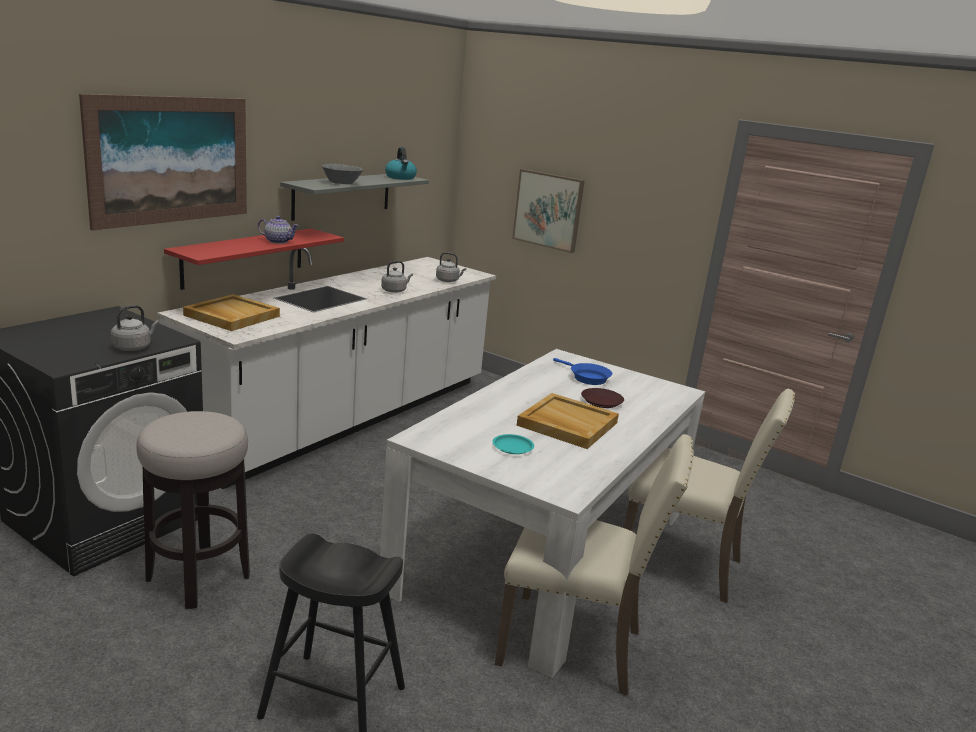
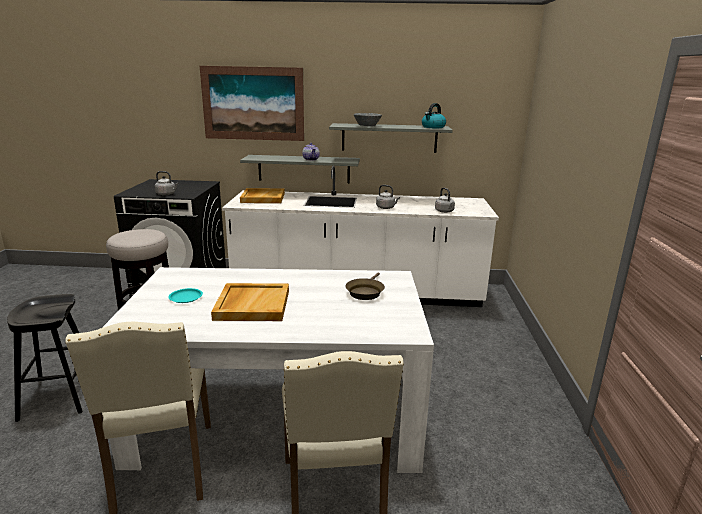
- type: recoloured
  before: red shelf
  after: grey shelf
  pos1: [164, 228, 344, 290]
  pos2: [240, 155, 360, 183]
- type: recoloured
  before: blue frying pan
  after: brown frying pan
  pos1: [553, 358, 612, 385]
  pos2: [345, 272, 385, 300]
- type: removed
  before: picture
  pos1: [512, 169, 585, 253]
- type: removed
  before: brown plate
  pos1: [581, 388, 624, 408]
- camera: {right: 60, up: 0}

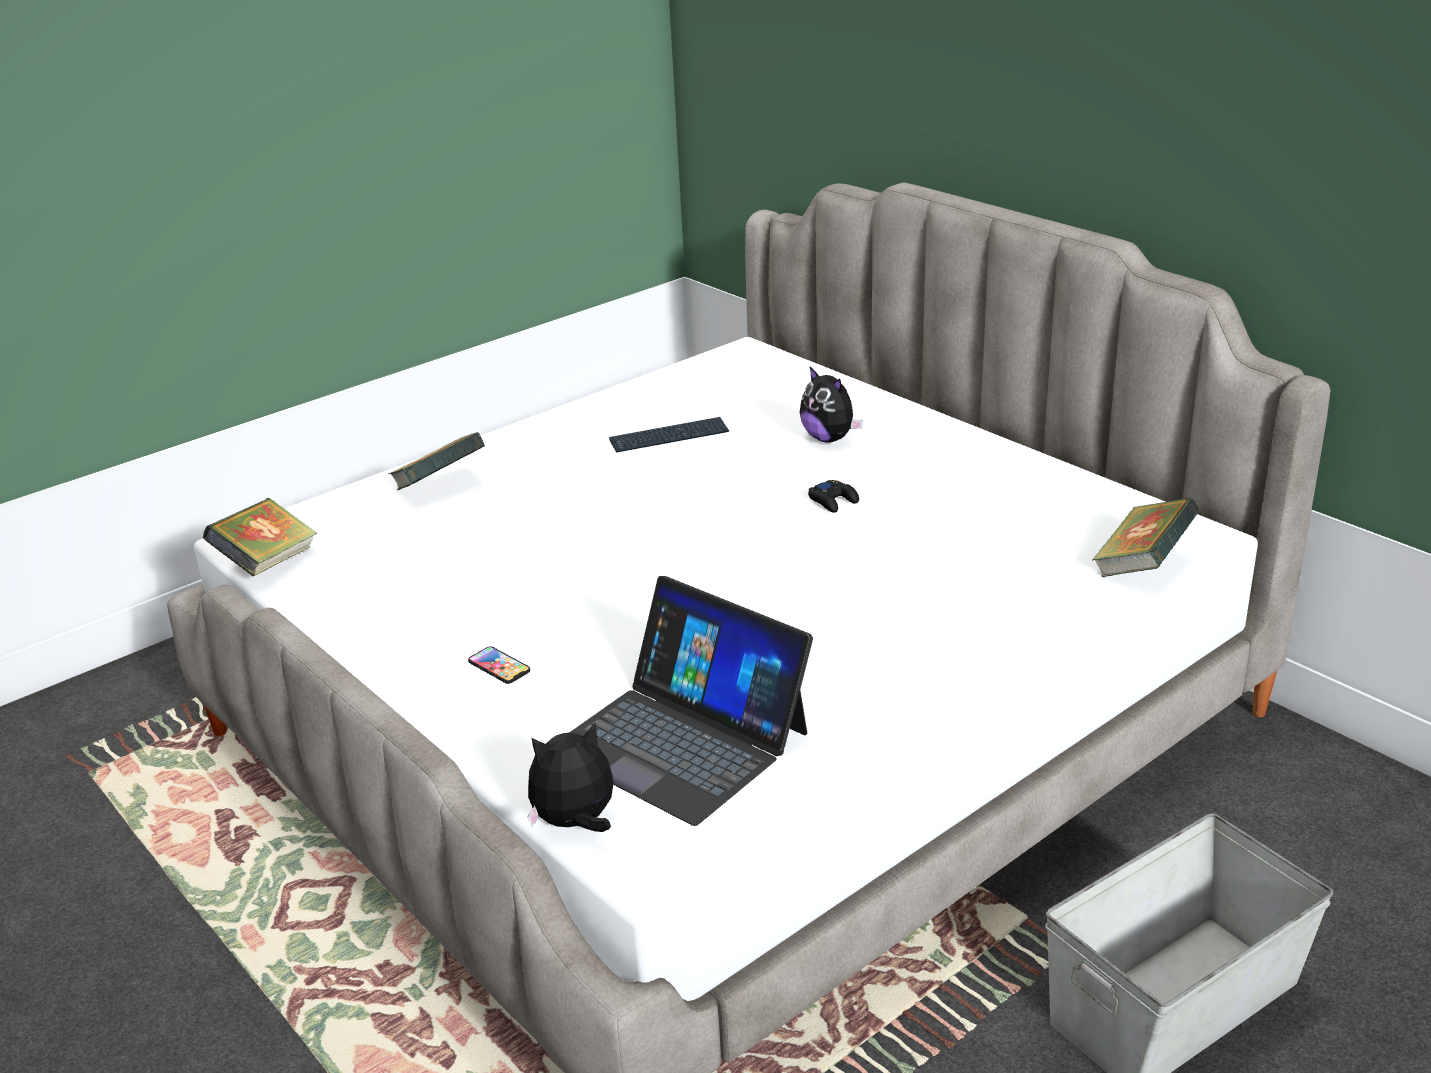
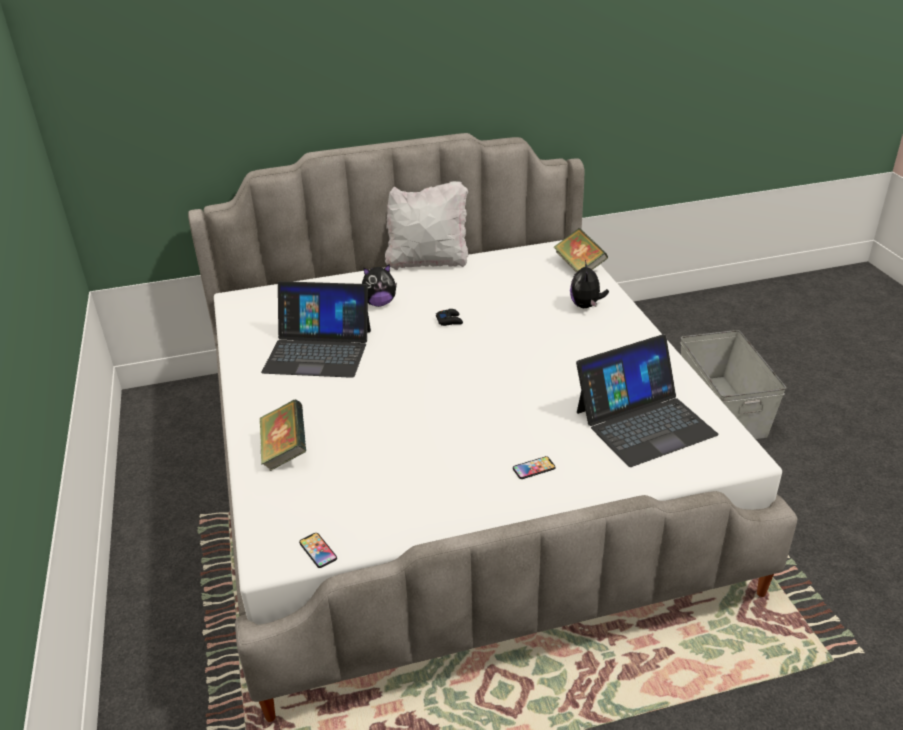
- type: replaced
  before: keyboard
  after: laptop
  pos1: [609, 417, 729, 452]
  pos2: [261, 281, 371, 378]
- type: replaced
  before: book
  after: phone
  pos1: [202, 498, 317, 576]
  pos2: [299, 533, 337, 568]
- type: added
  after: white pillow
  pos2: [385, 181, 468, 270]
- type: moved
  before: plush toy
  pos1: [527, 723, 613, 832]
  pos2: [570, 260, 609, 308]
- camera: {right: -65, up: 5}

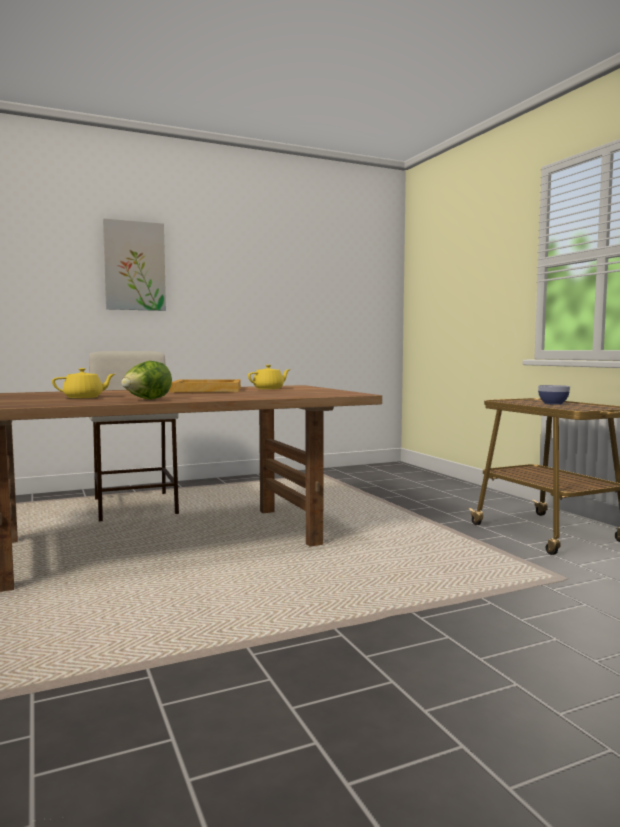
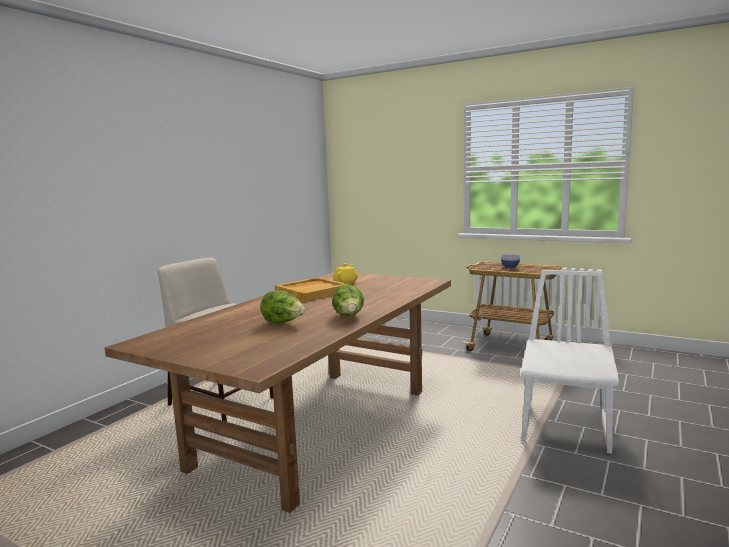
- type: replaced
  before: yellow teapot
  after: lettuce
  pos1: [52, 368, 115, 398]
  pos2: [260, 291, 306, 324]
- type: added
  after: white chair
  pos2: [521, 270, 619, 454]
- type: removed
  before: picture
  pos1: [103, 219, 166, 311]
- camera: {right: -35, up: 5}

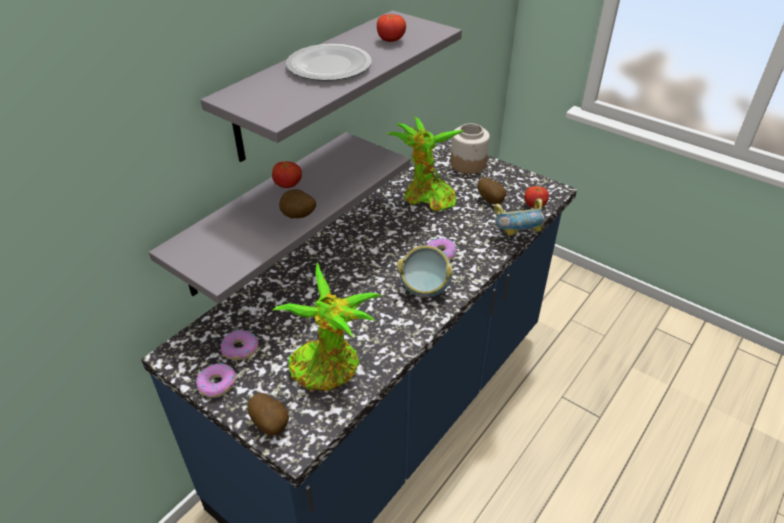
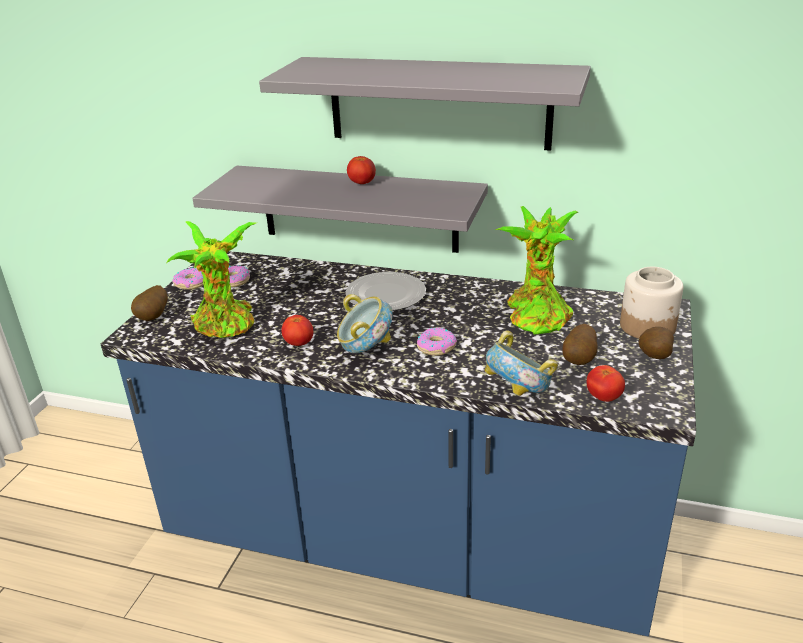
- type: moved
  before: tomato
  pos1: [377, 14, 406, 42]
  pos2: [282, 315, 313, 346]
- type: moved
  before: plate
  pos1: [286, 44, 372, 81]
  pos2: [345, 272, 426, 311]
- type: moved
  before: potato
  pos1: [279, 189, 316, 218]
  pos2: [638, 327, 674, 359]
- camera: {right: 70, up: -10}

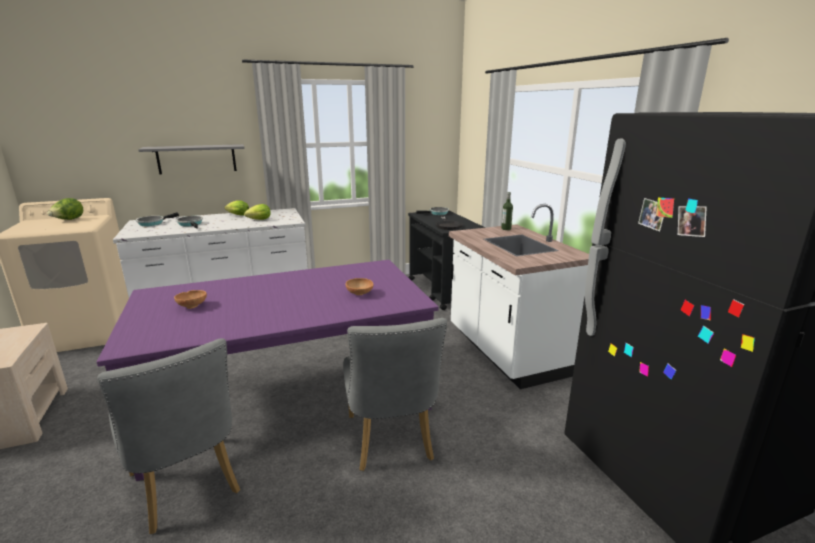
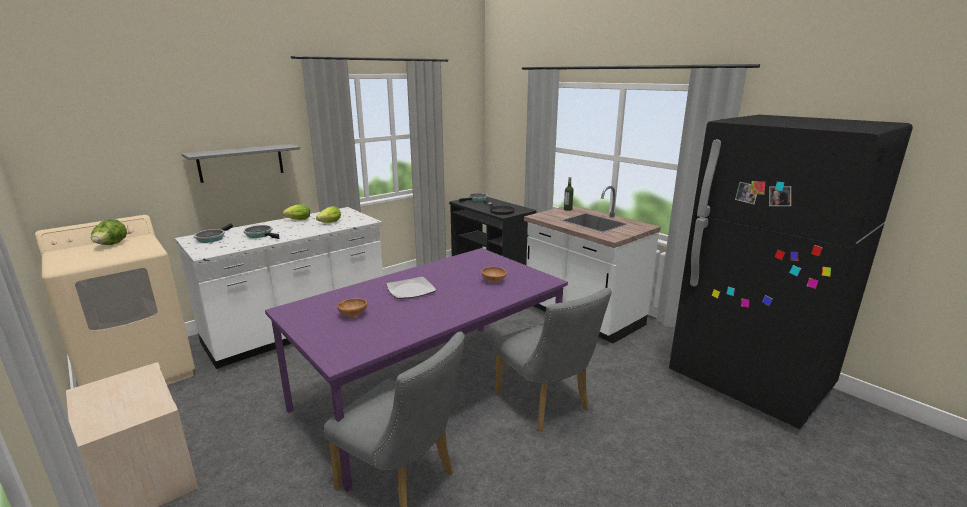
- type: added
  after: plate
  pos2: [386, 277, 436, 299]
- camera: {right: -20, up: 0}

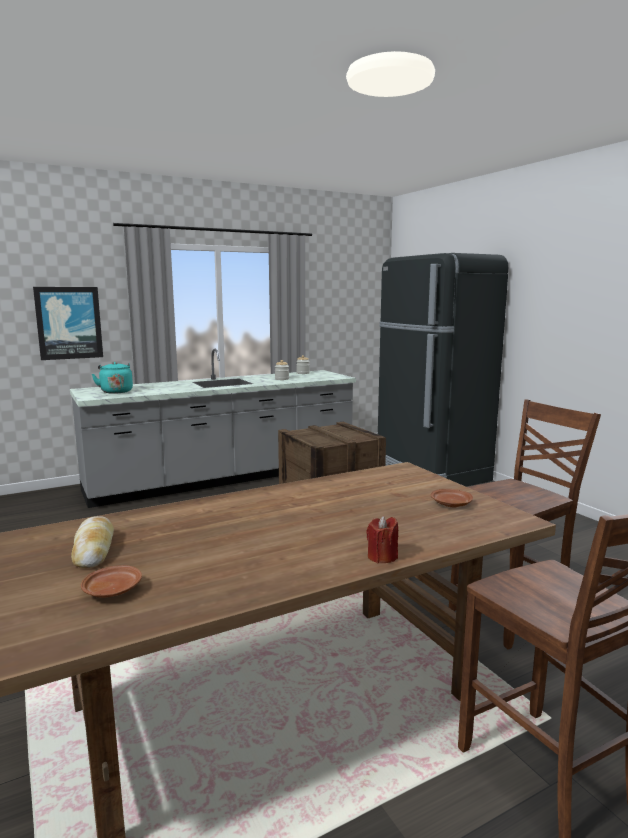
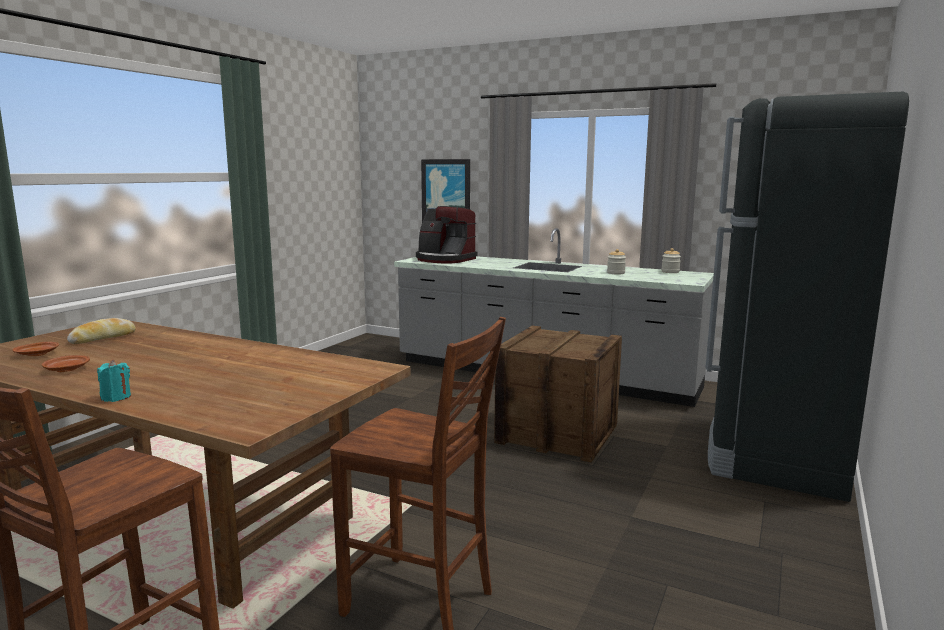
- type: moved
  before: brown plate
  pos1: [431, 489, 473, 507]
  pos2: [42, 355, 90, 372]
- type: recoloured
  before: red candle
  after: turquoise candle
  pos1: [366, 516, 398, 563]
  pos2: [97, 360, 131, 402]
- type: replaced
  before: turquoise kettle
  after: coffee machine
  pos1: [92, 362, 133, 394]
  pos2: [416, 206, 478, 263]
- camera: {right: 55, up: 0}

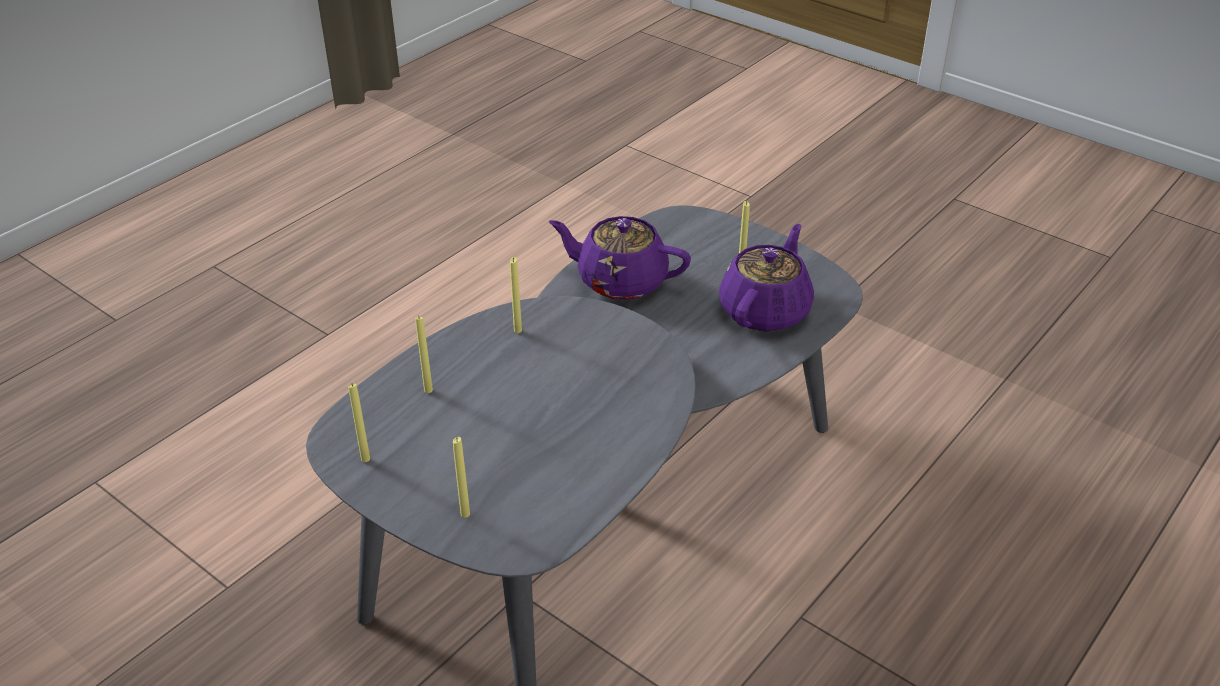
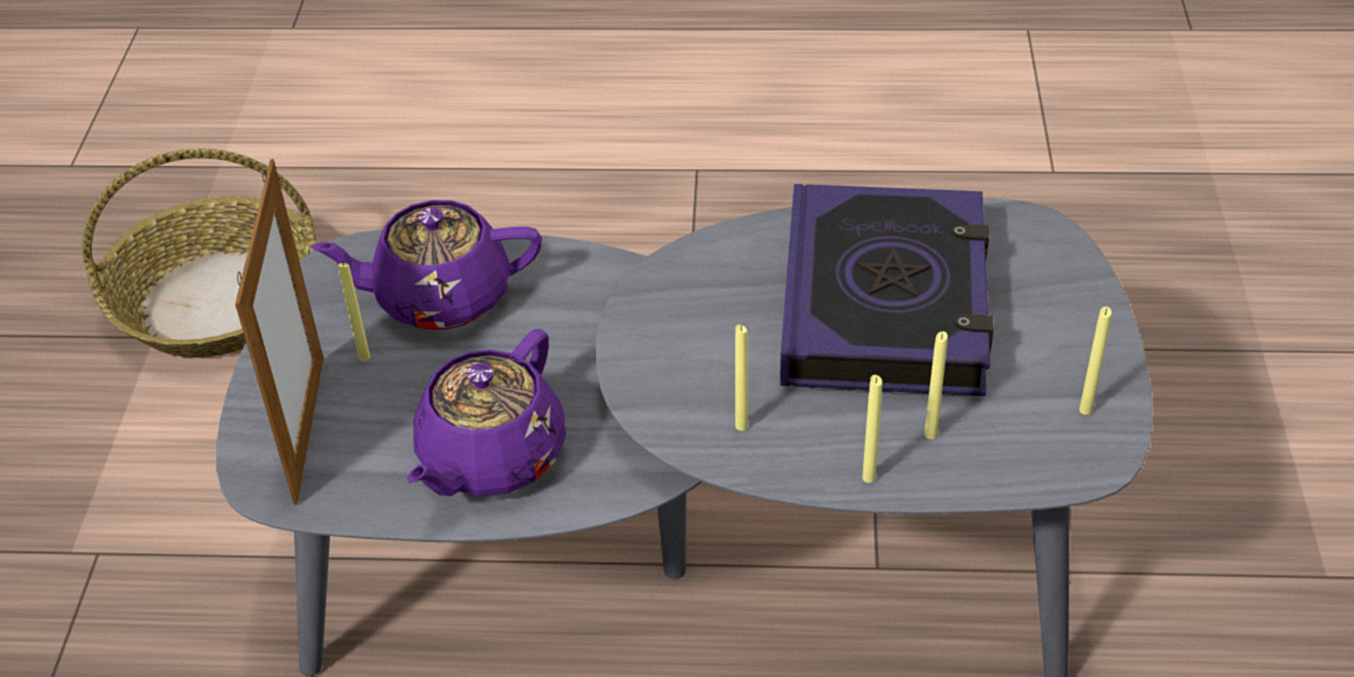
- type: added
  after: basket
  pos2: [82, 149, 317, 358]
- type: added
  after: picture frame
  pos2: [235, 159, 324, 505]
- type: turned
  before: purple teapot
  pos1: [549, 216, 691, 300]
  pos2: [407, 329, 566, 496]
  turn: 45
- type: added
  after: book
  pos2: [780, 184, 994, 396]
- type: moved
  before: yellow candle
  pos1: [453, 437, 470, 518]
  pos2: [862, 375, 882, 483]
- camera: {right: -125, up: 5}

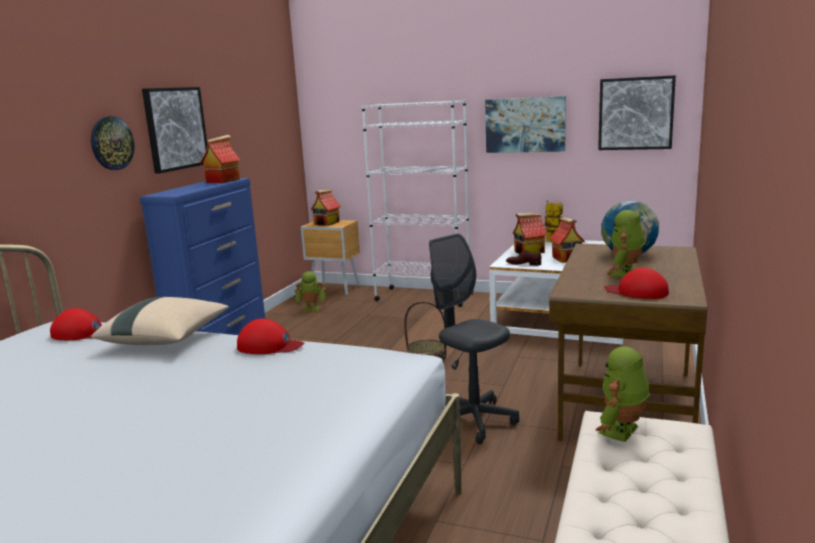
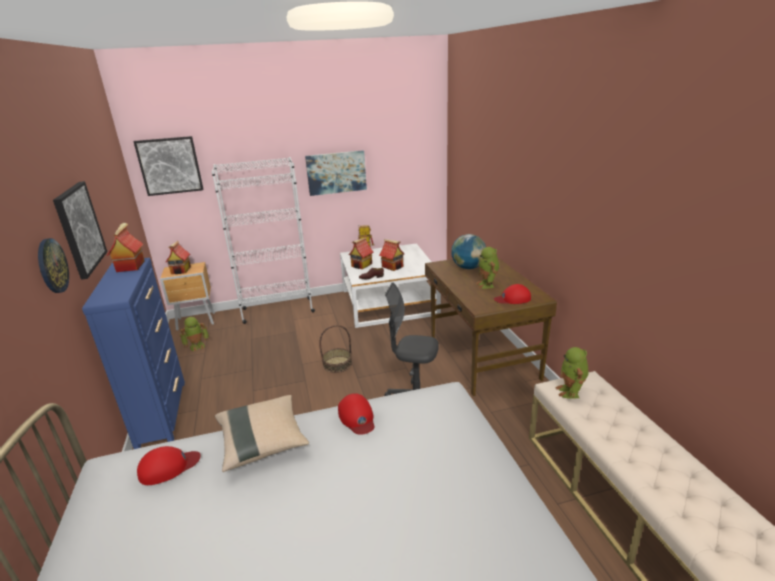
- type: moved
  before: picture
  pos1: [598, 75, 676, 150]
  pos2: [133, 136, 204, 196]
- type: turned
  before: red cap
  pos1: [237, 319, 304, 354]
  pos2: [338, 393, 374, 435]
  turn: 90
- camera: {right: -35, up: 10}

